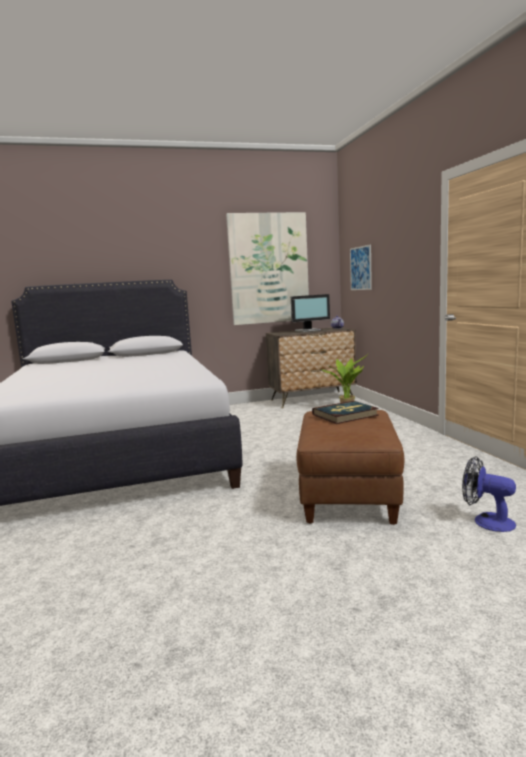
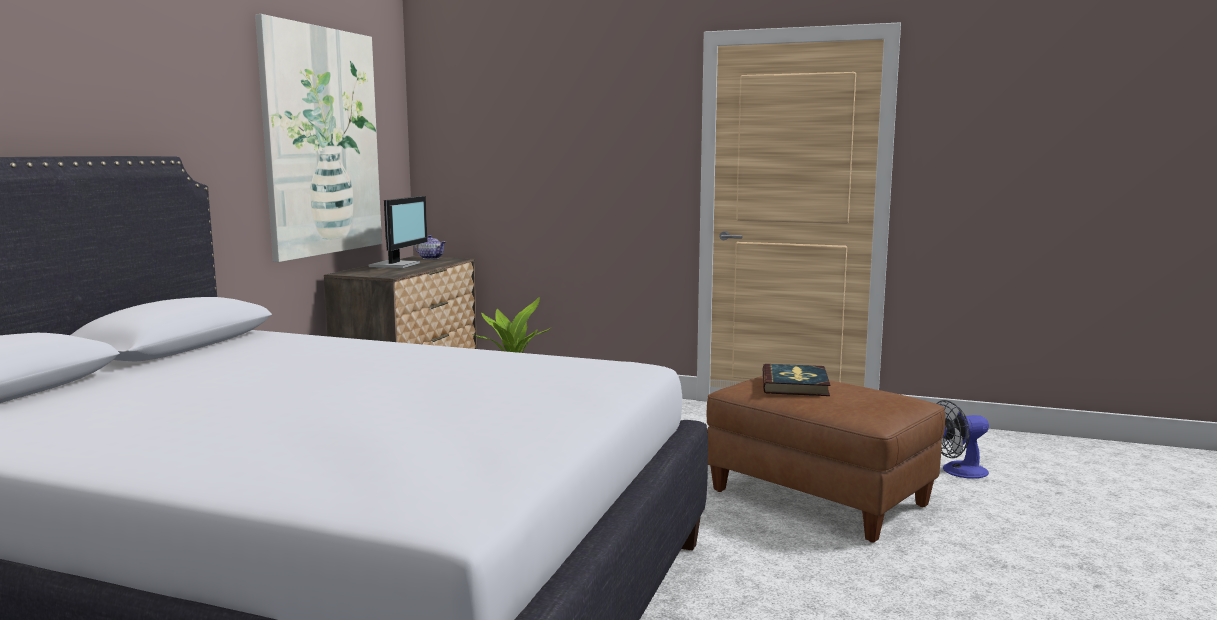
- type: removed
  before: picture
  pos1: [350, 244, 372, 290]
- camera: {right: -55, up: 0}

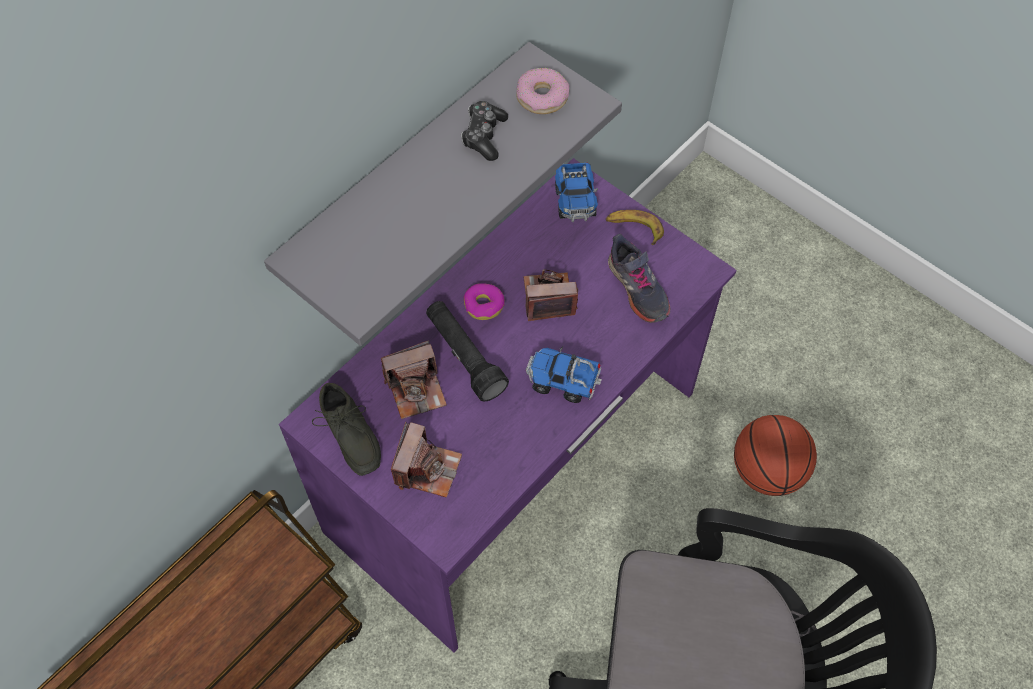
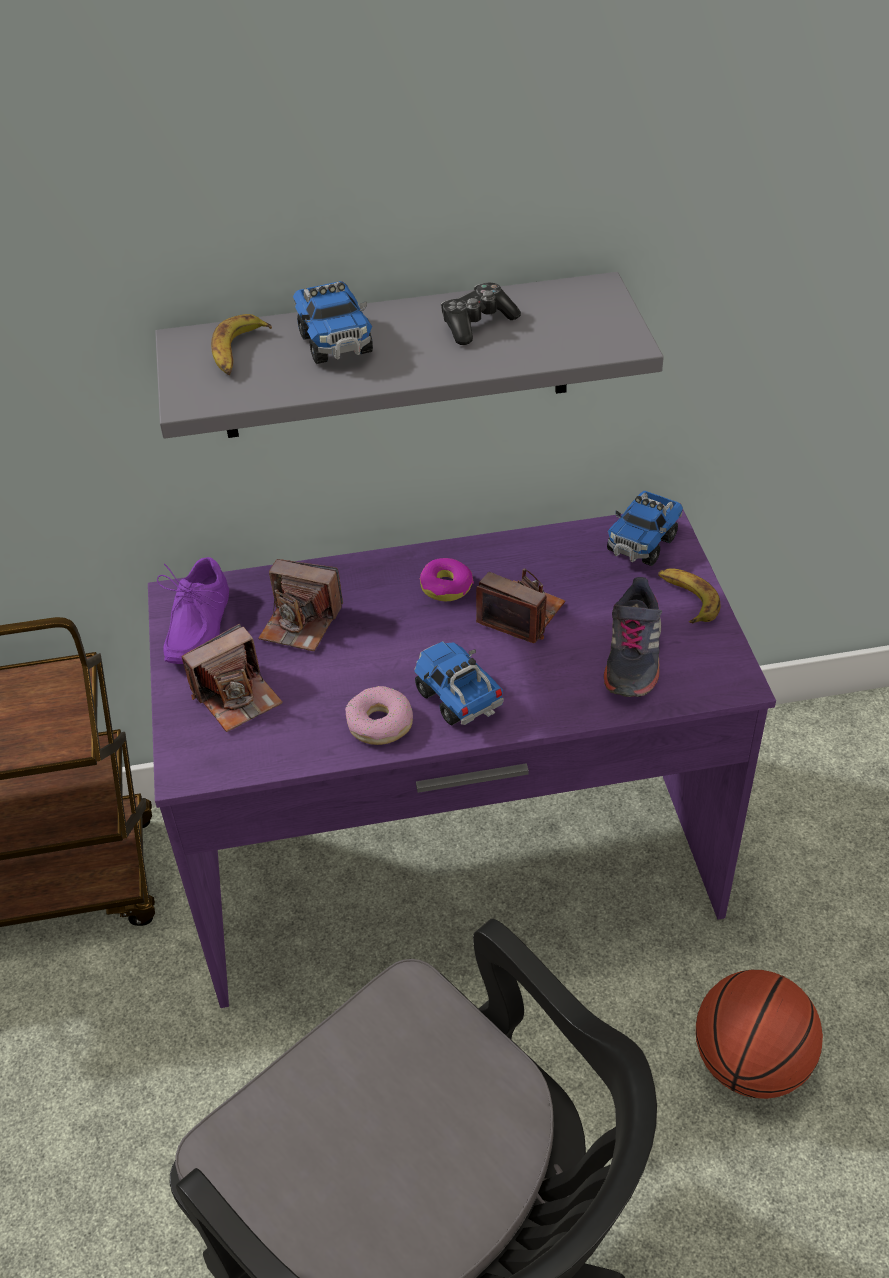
- type: recoloured
  before: grey shoe
  after: purple shoe
  pos1: [312, 383, 381, 476]
  pos2: [157, 557, 229, 664]
- type: added
  after: banana
  pos2: [211, 314, 272, 375]
- type: added
  after: toy truck
  pos2: [293, 281, 373, 364]
- type: moved
  before: donut
  pos1: [516, 68, 569, 114]
  pos2: [345, 686, 413, 745]
- type: removed
  before: black flashlight
  pos1: [426, 301, 509, 401]
- camera: {right: 40, up: -15}

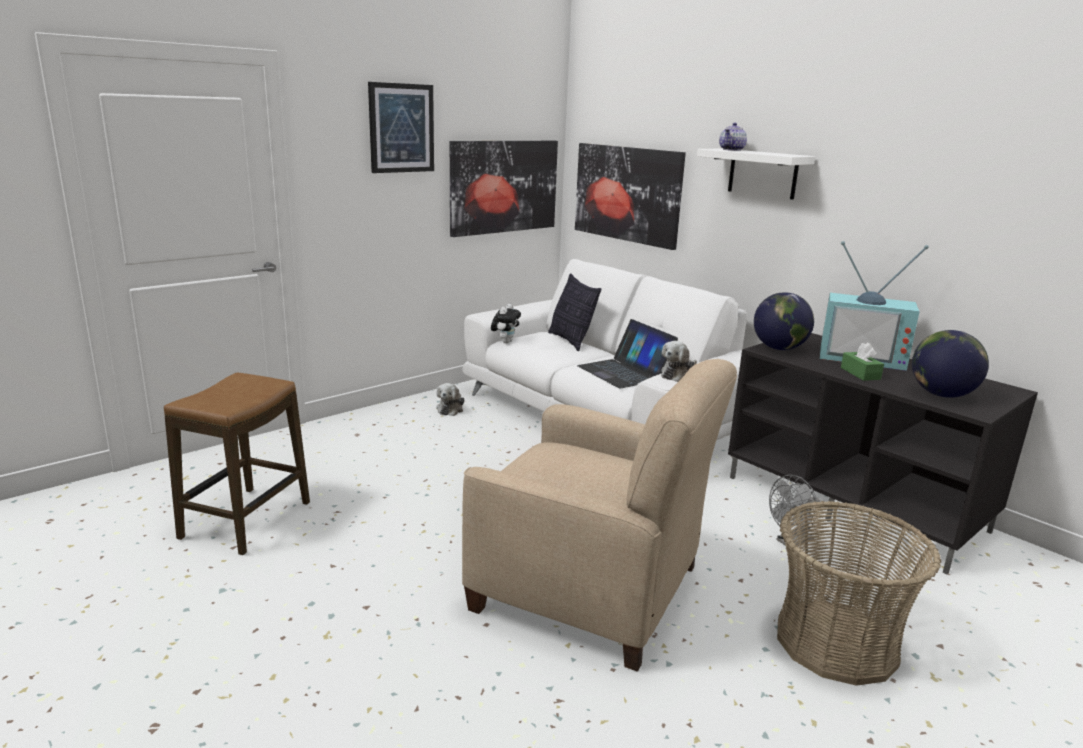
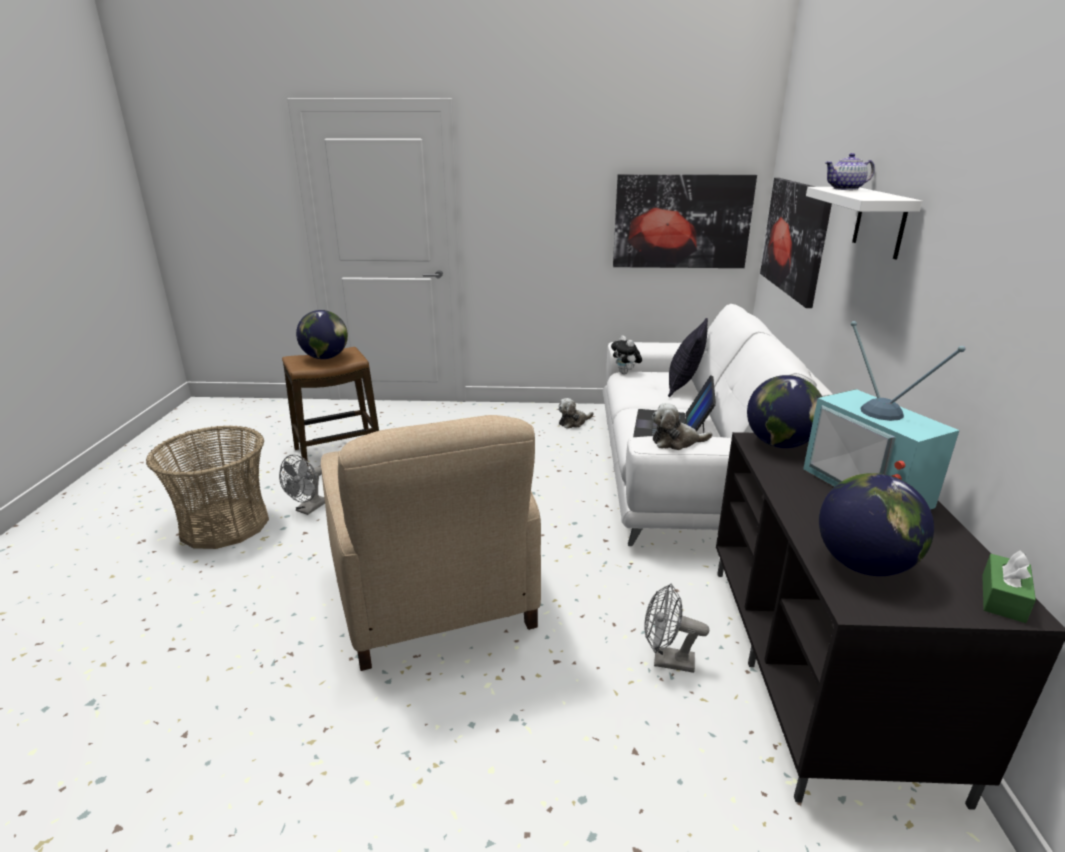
- type: moved
  before: basket
  pos1: [777, 501, 941, 686]
  pos2: [146, 425, 269, 549]
- type: added
  after: grey fan
  pos2: [279, 455, 325, 515]
- type: added
  after: globe
  pos2: [296, 310, 348, 359]
- type: turned
  before: plush toy
  pos1: [491, 304, 521, 343]
  pos2: [611, 335, 642, 374]
  turn: 90
- type: moved
  before: green tissue box
  pos1: [841, 342, 884, 381]
  pos2: [982, 551, 1036, 623]
- type: removed
  before: picture
  pos1: [368, 82, 434, 173]
- camera: {right: 45, up: 5}

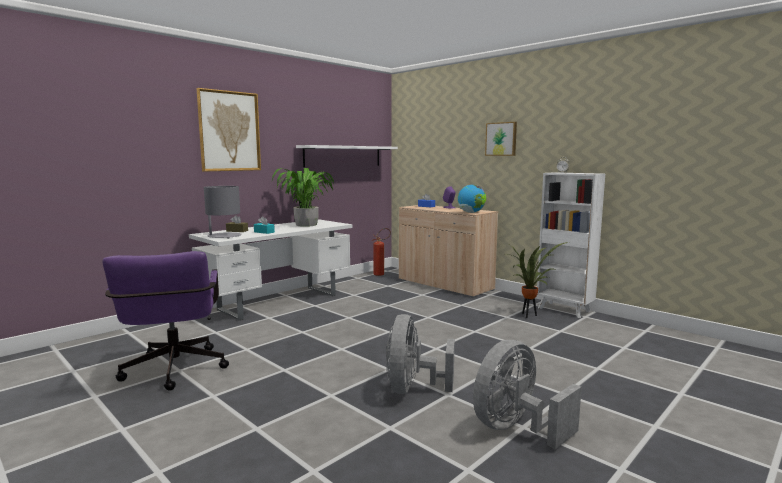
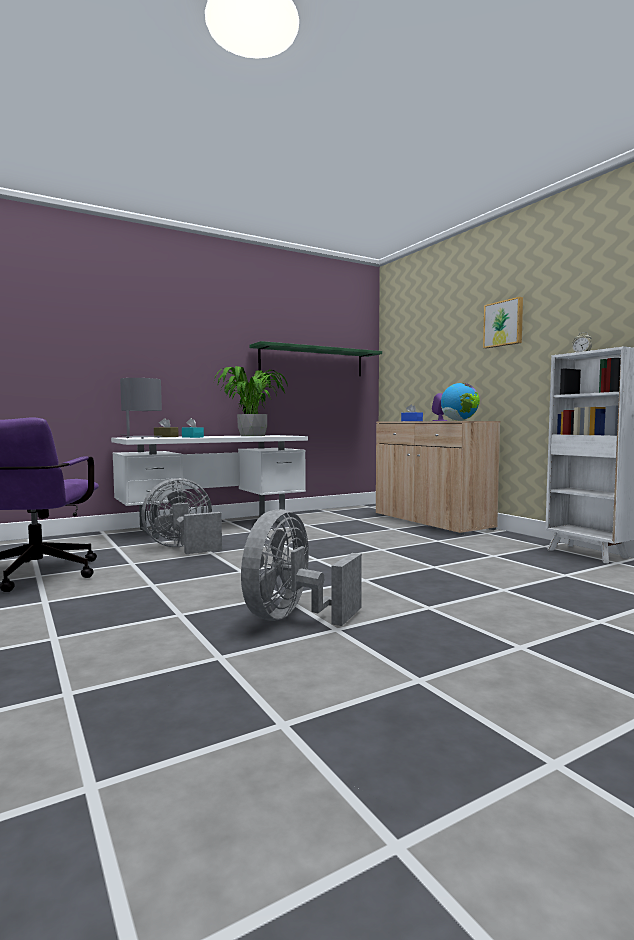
- type: moved
  before: grey fan
  pos1: [473, 340, 582, 449]
  pos2: [141, 478, 222, 554]
- type: recoloured
  before: white shelf
  after: green shelf
  pos1: [296, 145, 398, 167]
  pos2: [249, 341, 382, 376]
- type: removed
  before: picture
  pos1: [196, 88, 261, 172]
- type: removed
  before: fire extinguisher
  pos1: [372, 228, 391, 276]
- type: removed
  before: potted plant
  pos1: [506, 242, 568, 318]
- camera: {right: 15, up: -5}

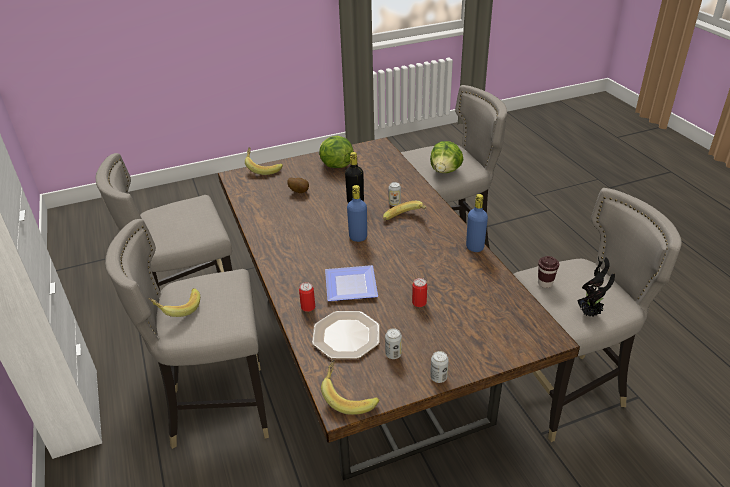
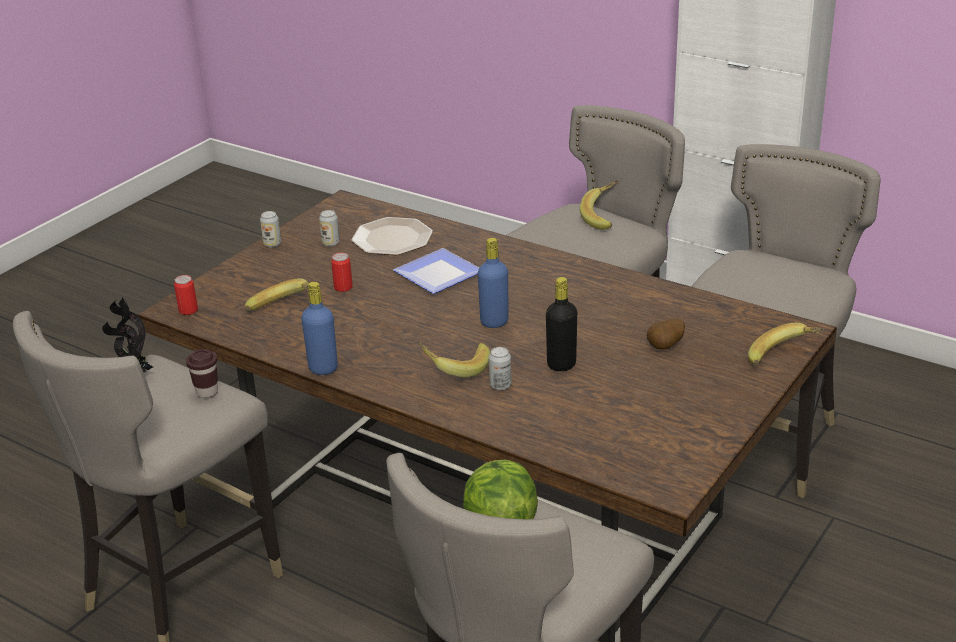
- type: moved
  before: can
  pos1: [299, 282, 315, 312]
  pos2: [174, 275, 198, 315]
- type: moved
  before: banana
  pos1: [321, 359, 379, 415]
  pos2: [245, 279, 308, 311]
- type: removed
  before: lettuce
  pos1: [319, 136, 354, 168]
- camera: {right: 145, up: -5}

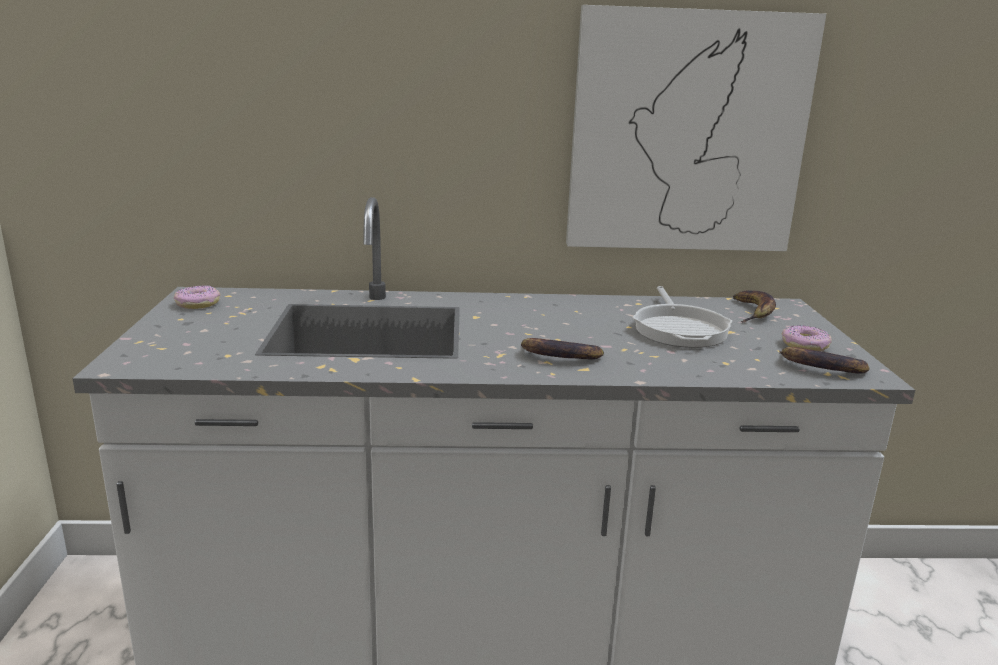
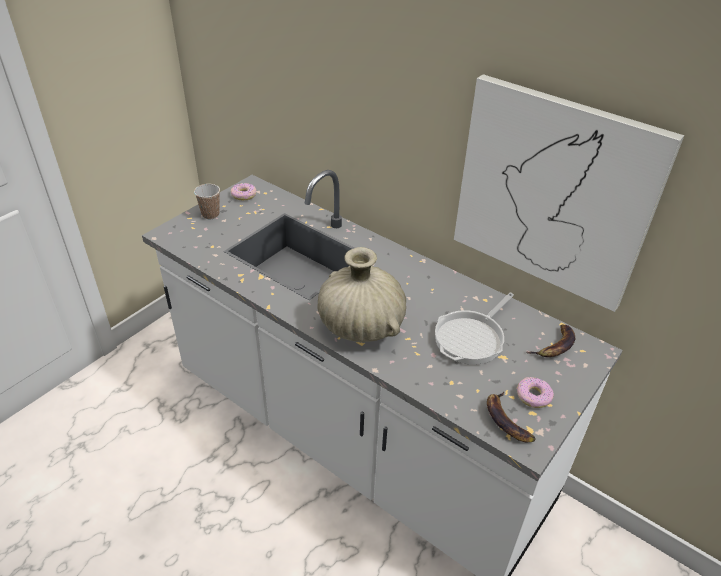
- type: added
  after: cup
  pos2: [194, 184, 220, 219]
- type: replaced
  before: banana
  after: beige vase
  pos1: [521, 338, 604, 359]
  pos2: [317, 247, 406, 342]
- camera: {right: 40, up: 20}

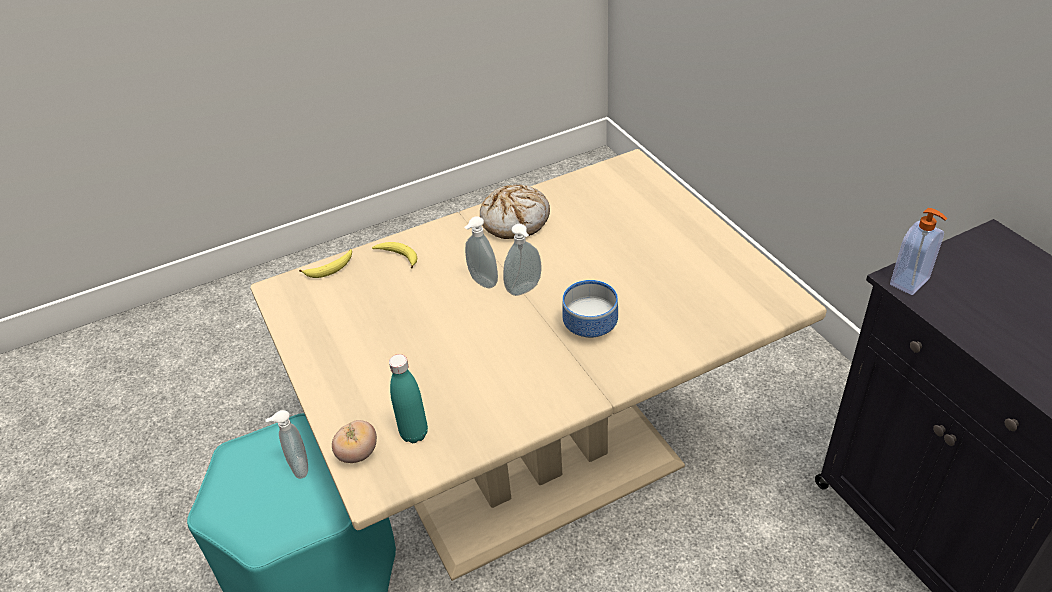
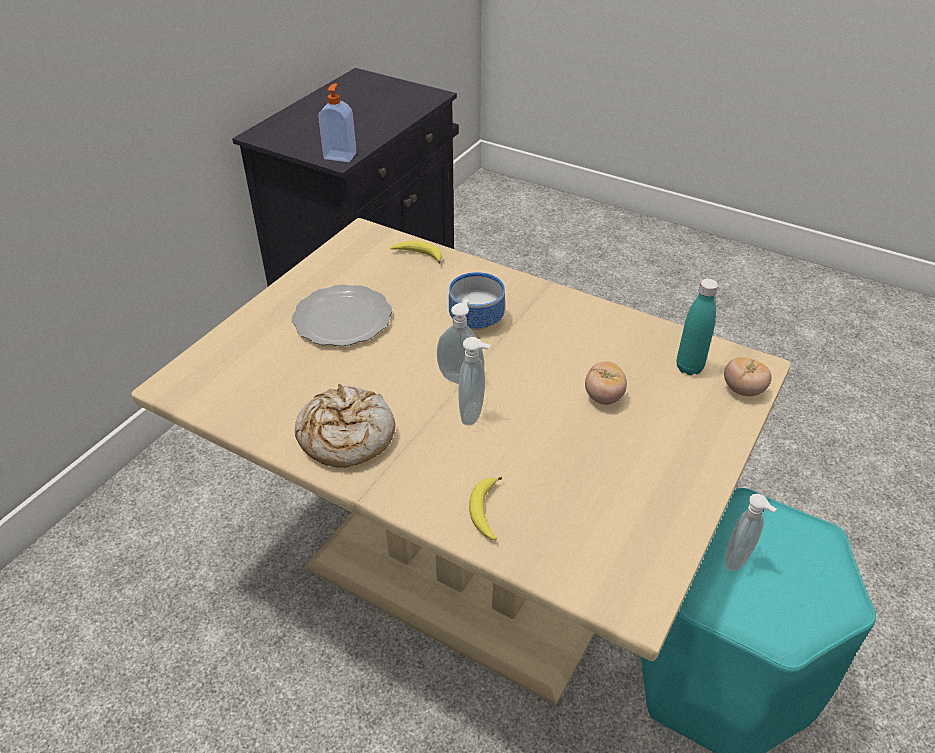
- type: added
  after: plate
  pos2: [292, 284, 392, 346]
- type: moved
  before: banana
  pos1: [299, 249, 352, 278]
  pos2: [390, 241, 442, 264]
- type: added
  after: tomato
  pos2: [585, 362, 627, 405]
- camera: {right: -125, up: 0}

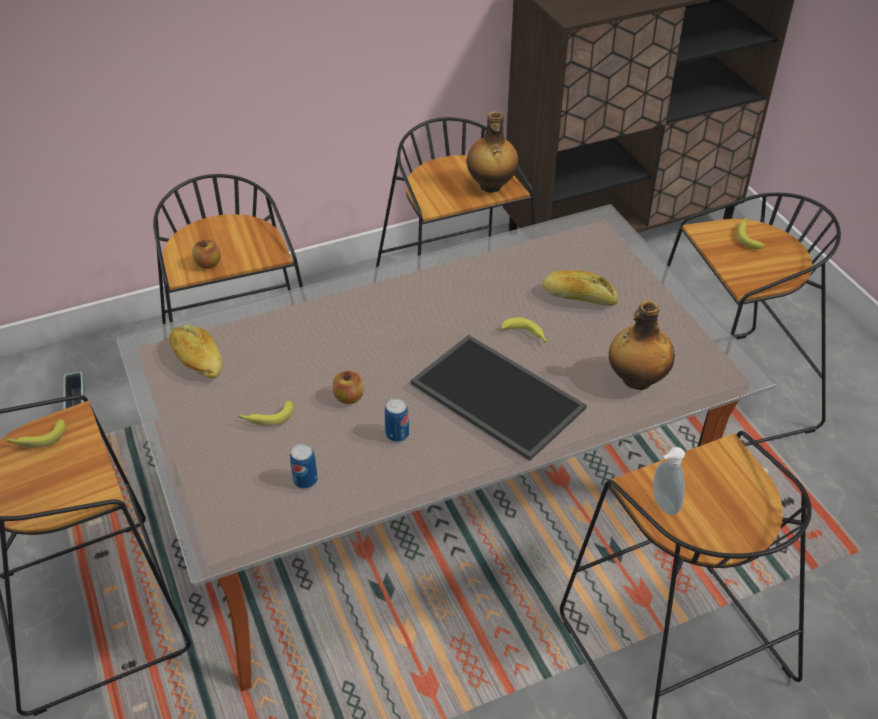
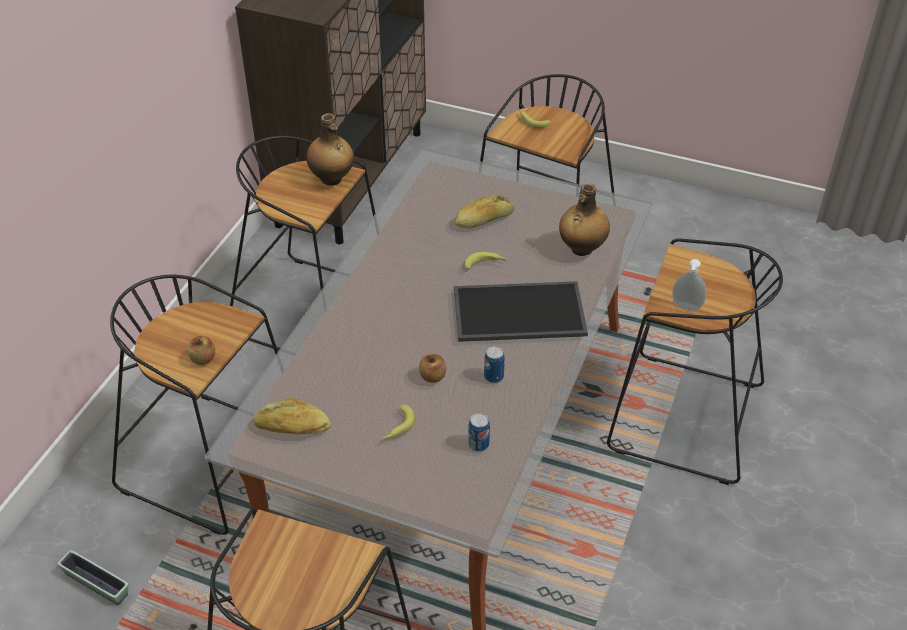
- type: removed
  before: banana
  pos1: [6, 419, 66, 447]
- camera: {right: -45, up: 0}

